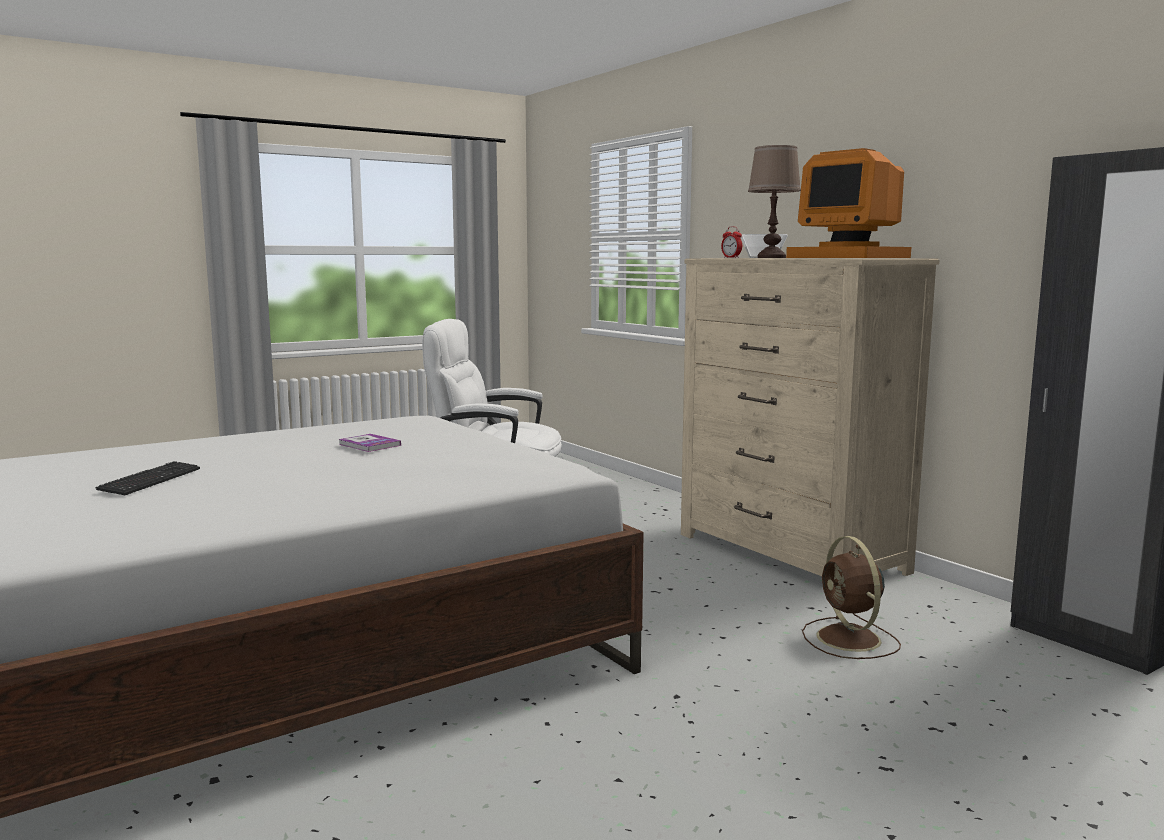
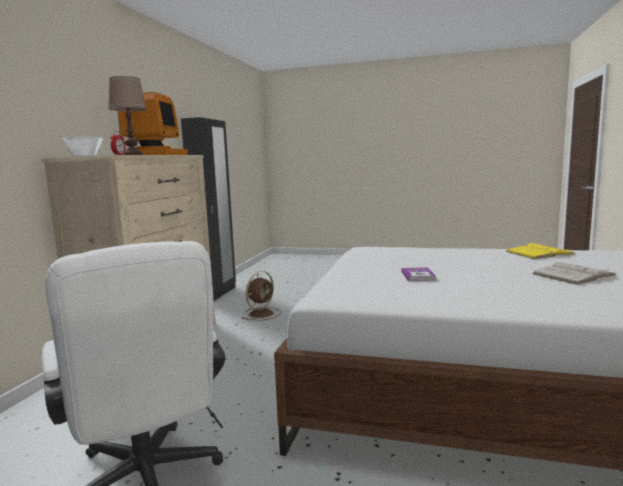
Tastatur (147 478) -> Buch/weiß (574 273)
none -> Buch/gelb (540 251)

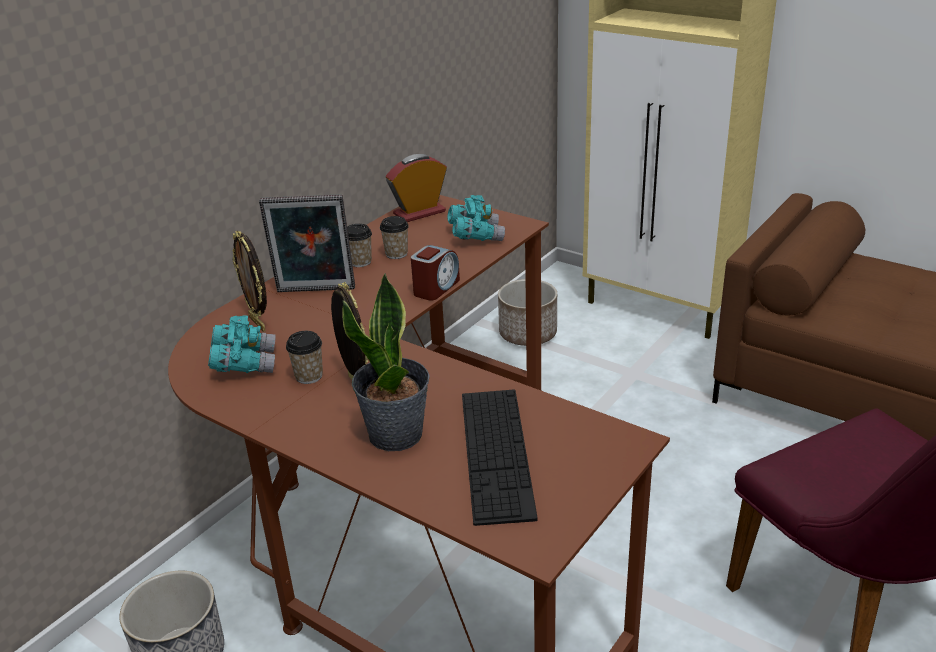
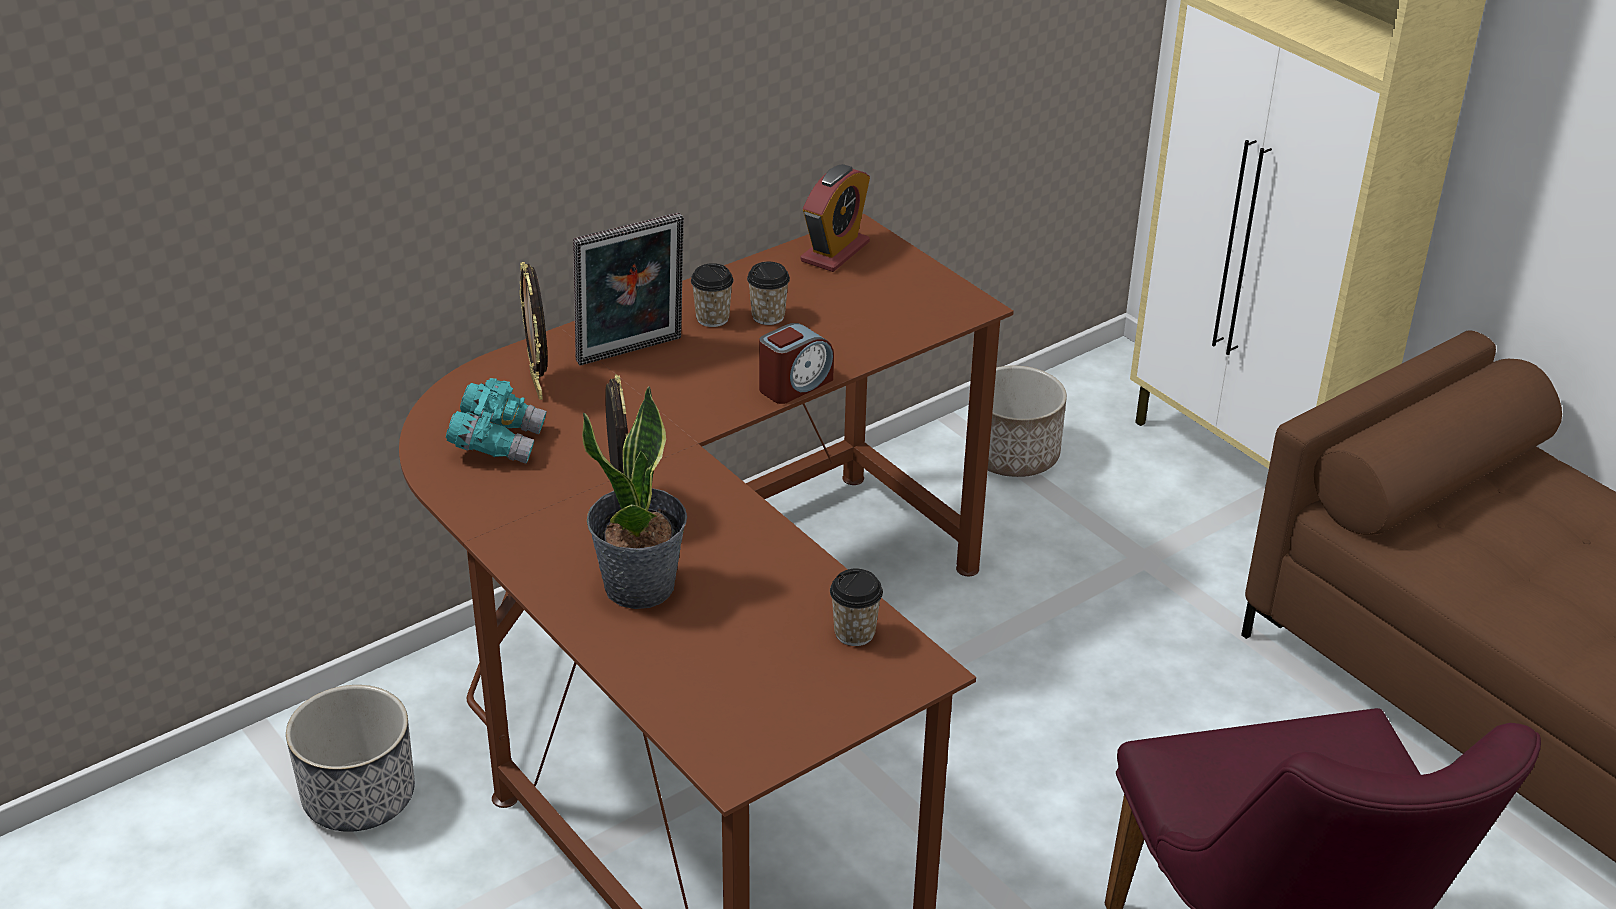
Wecker (416 188) -> Wecker (835 218), 135 degrees clockwise
Bilderrahmen (307 243) -> Bilderrahmen (628 288), 45 degrees counterclockwise
Fernglas/türkis (476 218) -> none
Tasse (304 357) -> Tasse (856 607), moved
Tastatur (500 457) -> none

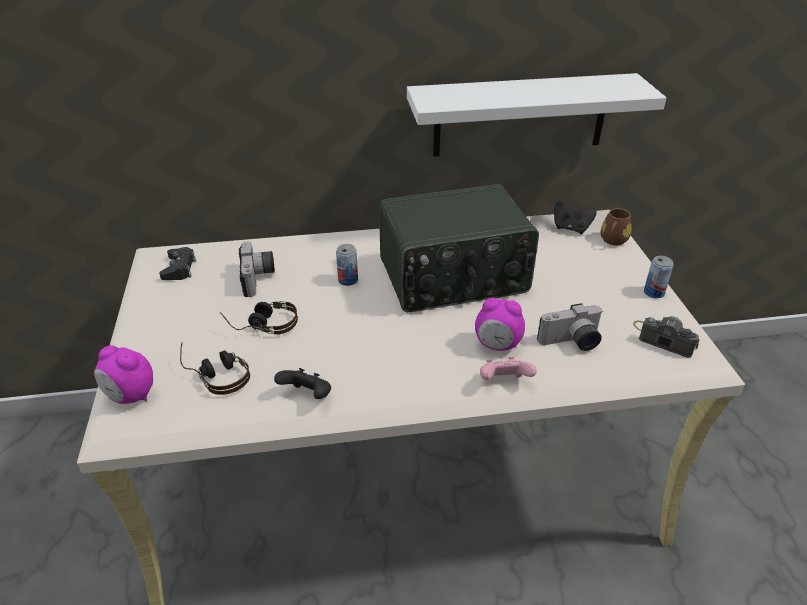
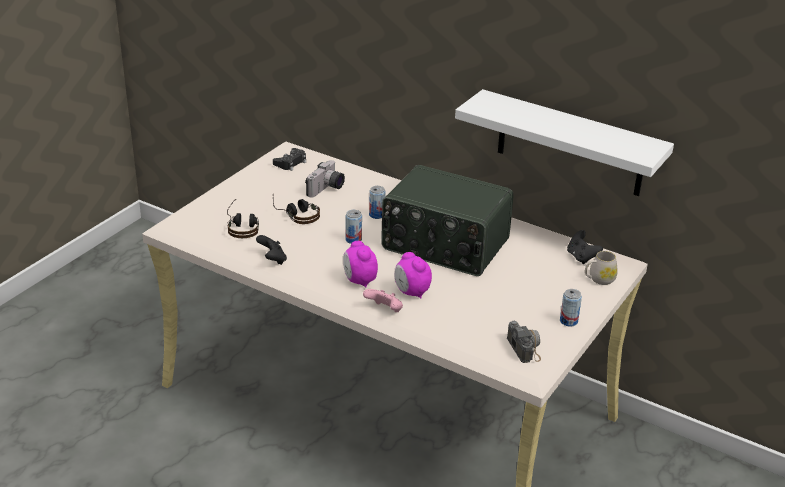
Henkelbecher/braun (616 226) -> Henkelbecher/weiß (601 268)
Kamera (570 327) -> none
Wecker (123 374) -> Wecker (360 264), moved
none -> Dose (354 227)

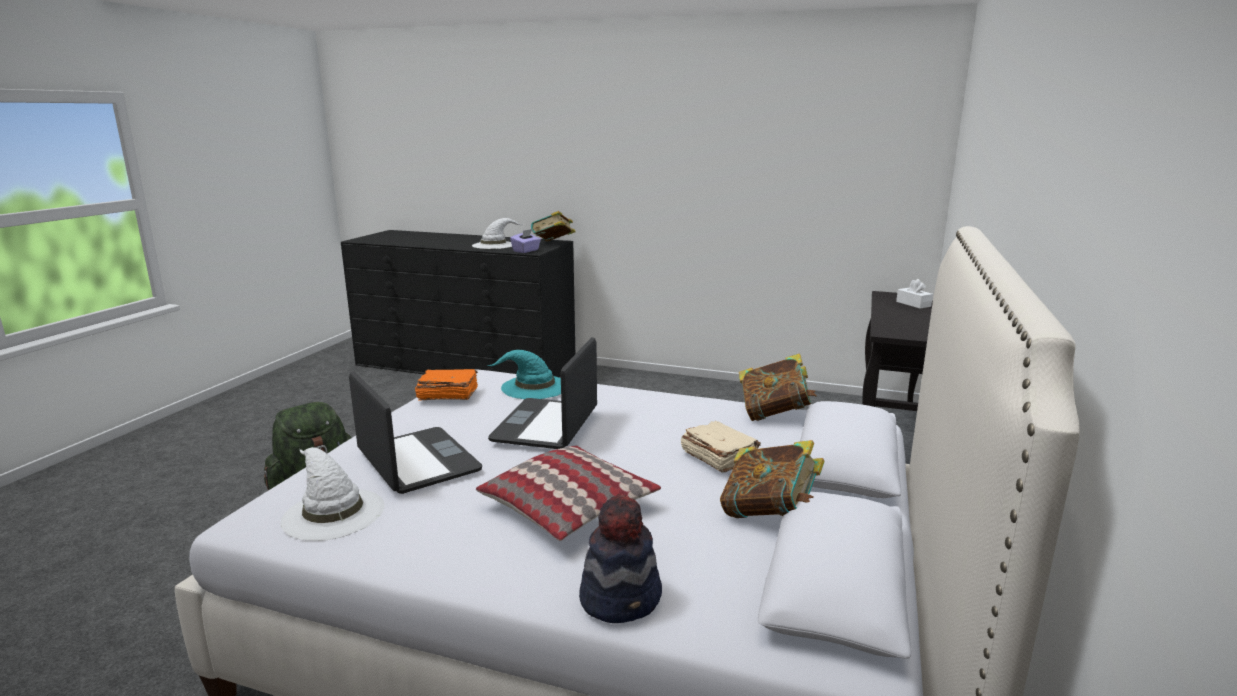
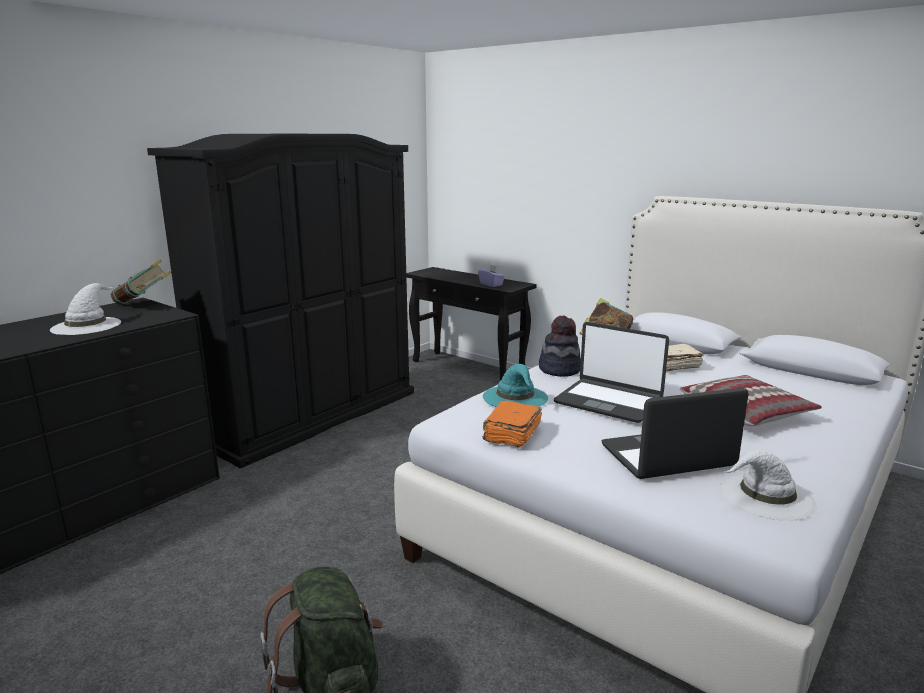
Taschentuchbox/lila (525 241) -> Taschentuchbox/lila (491 276), moved
Taschentuchbox/weiß (914 294) -> none
Buch (772 479) -> none
Hut (620 558) -> Hut (560 346), moved
none -> Kleiderschrank/schwarz (280 301)

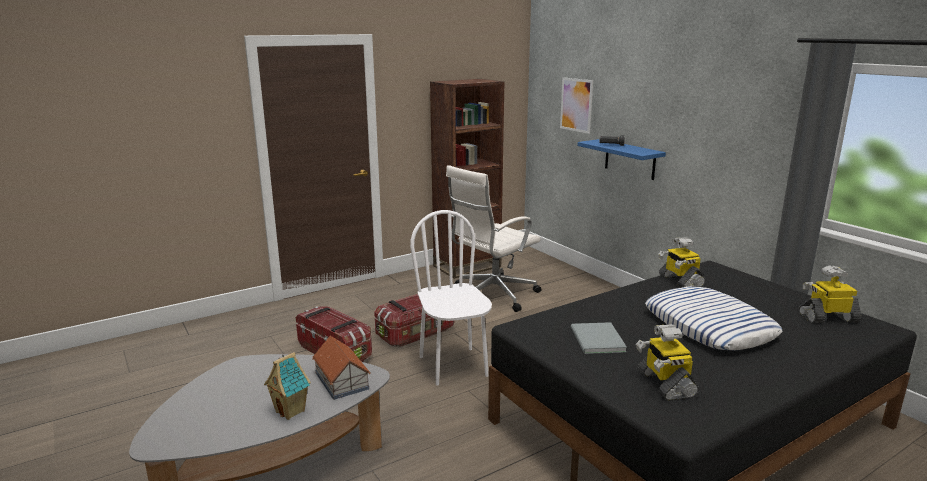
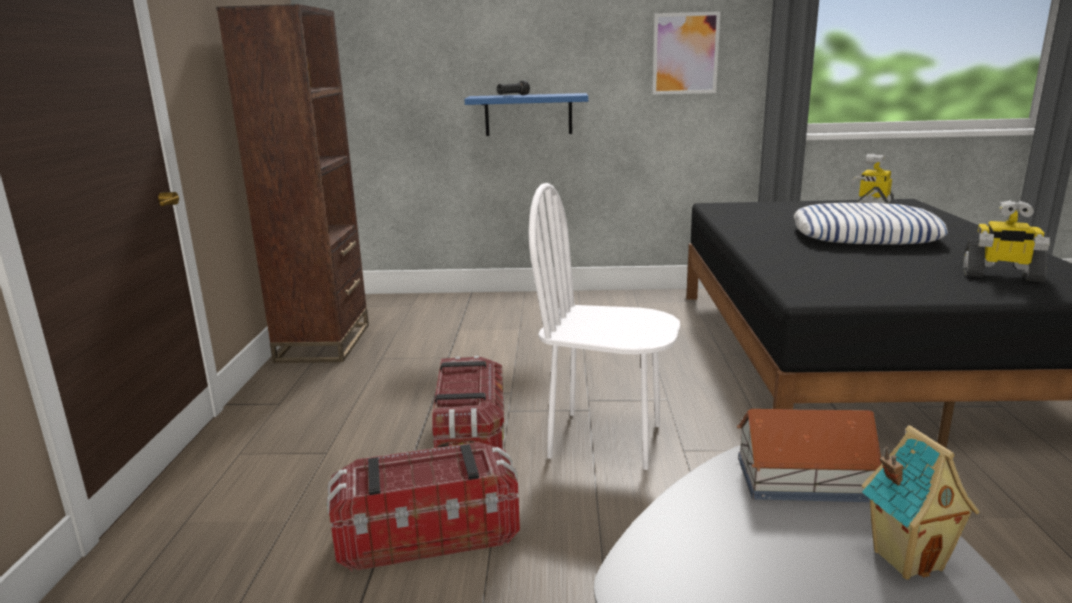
Bild (576 105) -> Bild (686 53), moved
Bürostuhl/weiß (494 238) -> none
Spielzeugroboter (682 262) -> none
Buch/grau (599 338) -> none

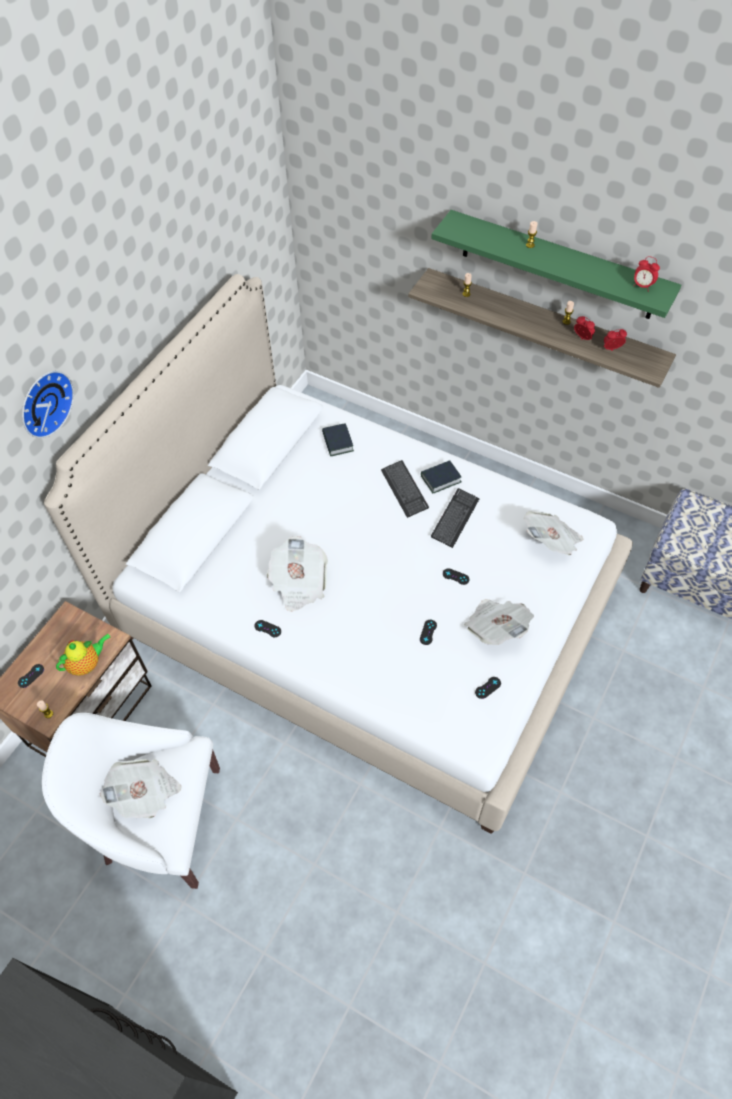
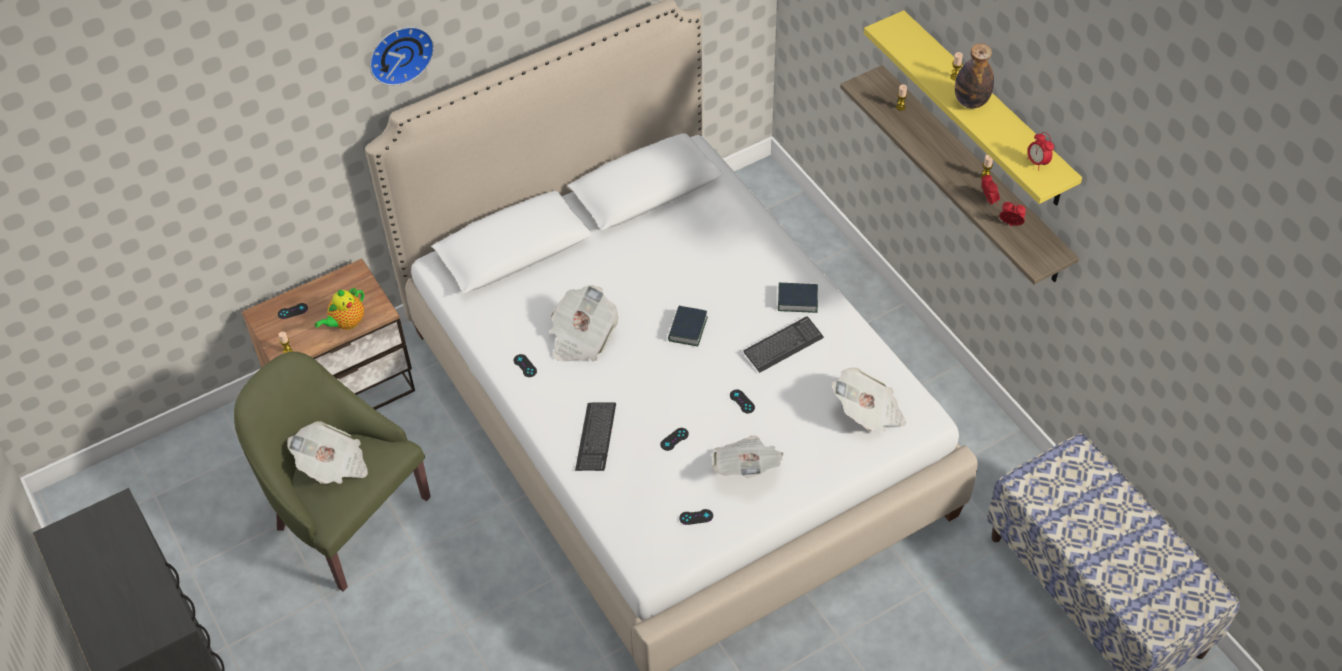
Wandregal/grün (556 264) -> Wandregal/gelb (973 108)
Buch (338 439) -> Buch (688 326), moved
Tastatur (405 489) -> Tastatur (595 437), moved
Teekanne (83 655) -> Teekanne (339 308), 135 degrees clockwise
Sessel/weiß (131 801) -> Sessel/grün (332 471)
none -> Flasche (974 76)

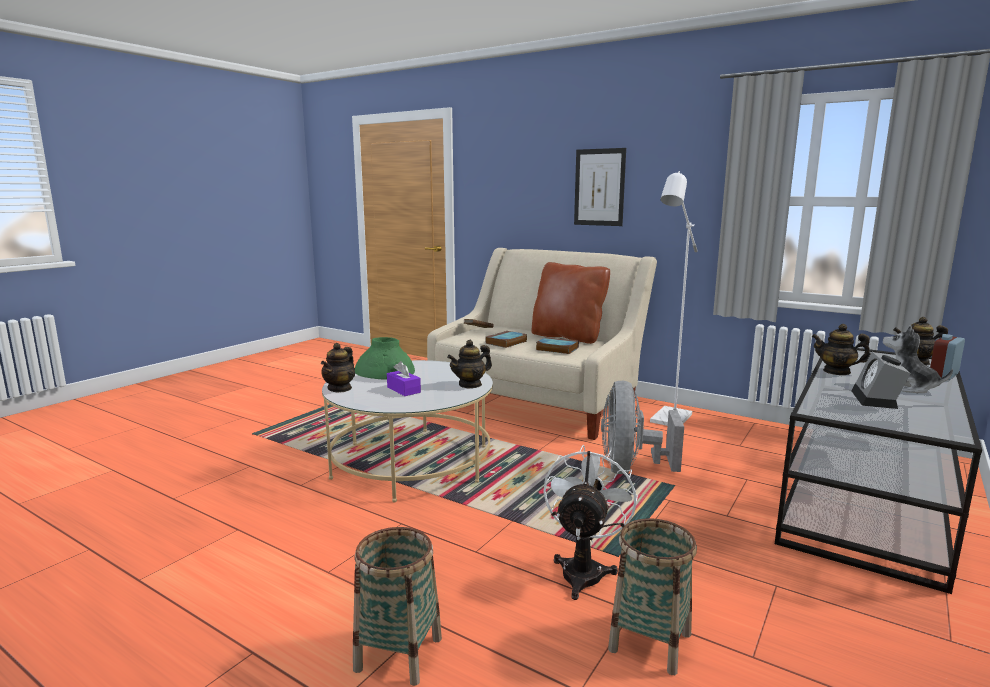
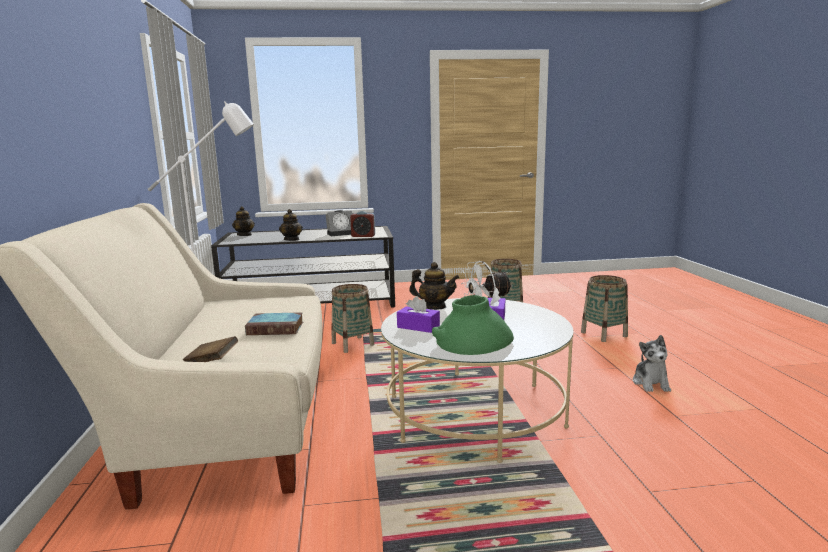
Bild (600 187) -> none
Kissen/braun (570 303) -> none
Plüschtier (918 359) -> Plüschtier (652 363), moved
Wecker (947 357) -> Wecker (362 224), moved
Buch (557 345) -> none
Teekanne (338 367) -> none
Ventilator/grau (642 427) -> Korb (353 318)
none -> Taschentuchbox/lila (418 314)

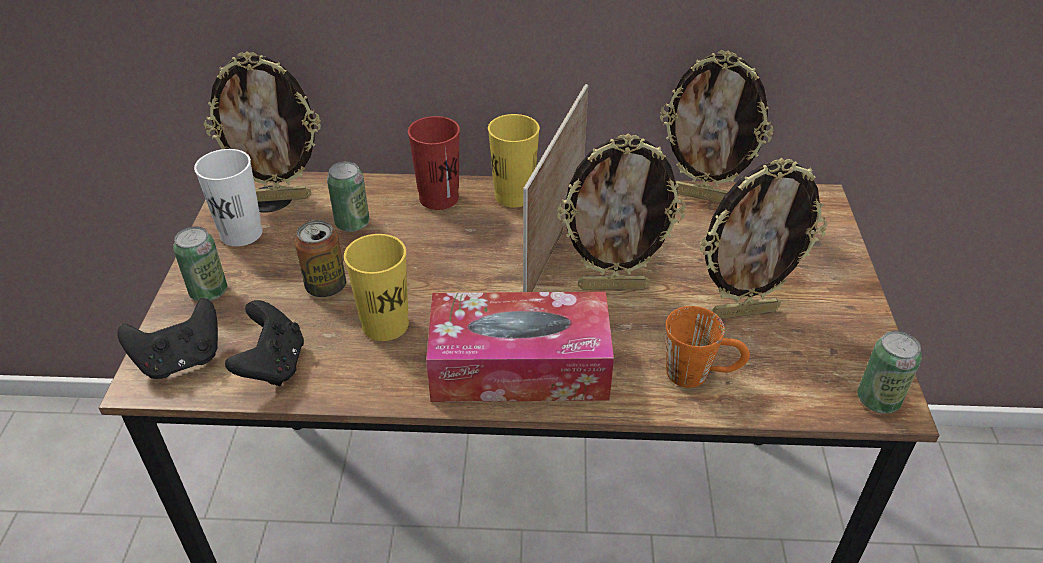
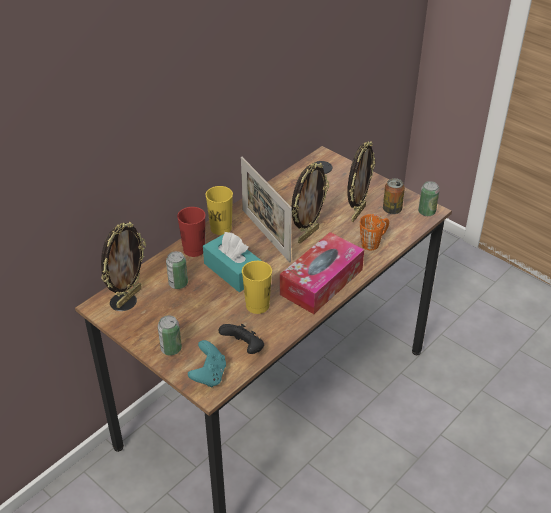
Bilderrahmen (716 126) -> none
Tasse/weiß (228 197) -> none
Dose (320 258) -> Dose (394 196), moved
Gamepad/schwarz (167 338) -> Gamepad/türkis (207 363)
none -> Taschentuchbox/türkis (232 262)

